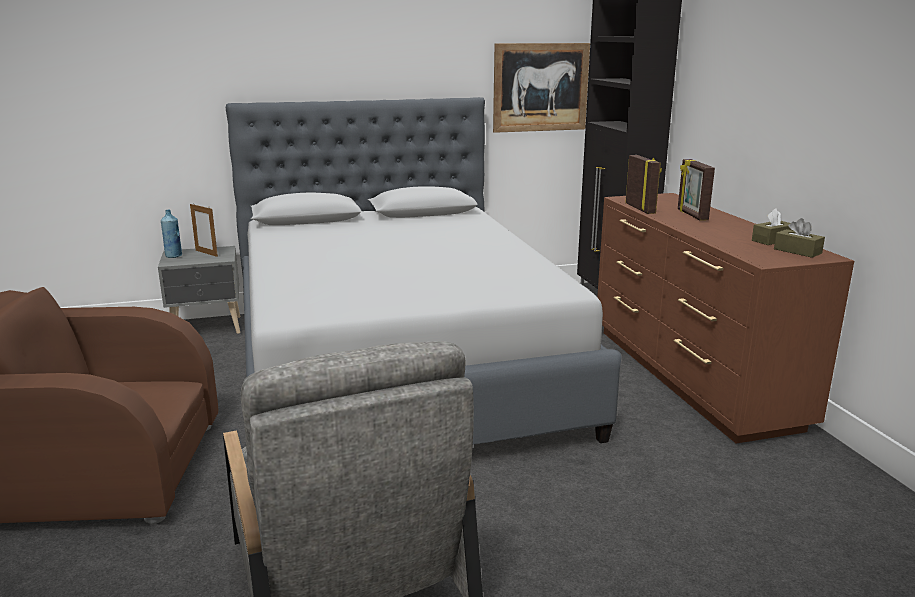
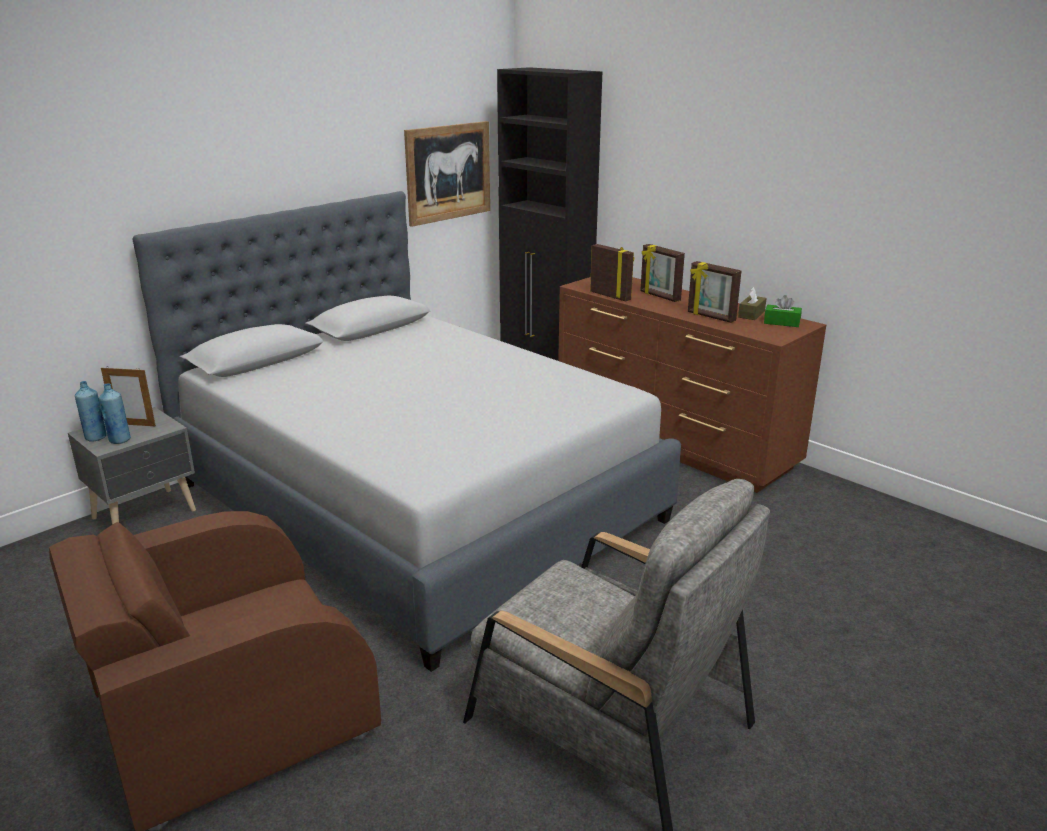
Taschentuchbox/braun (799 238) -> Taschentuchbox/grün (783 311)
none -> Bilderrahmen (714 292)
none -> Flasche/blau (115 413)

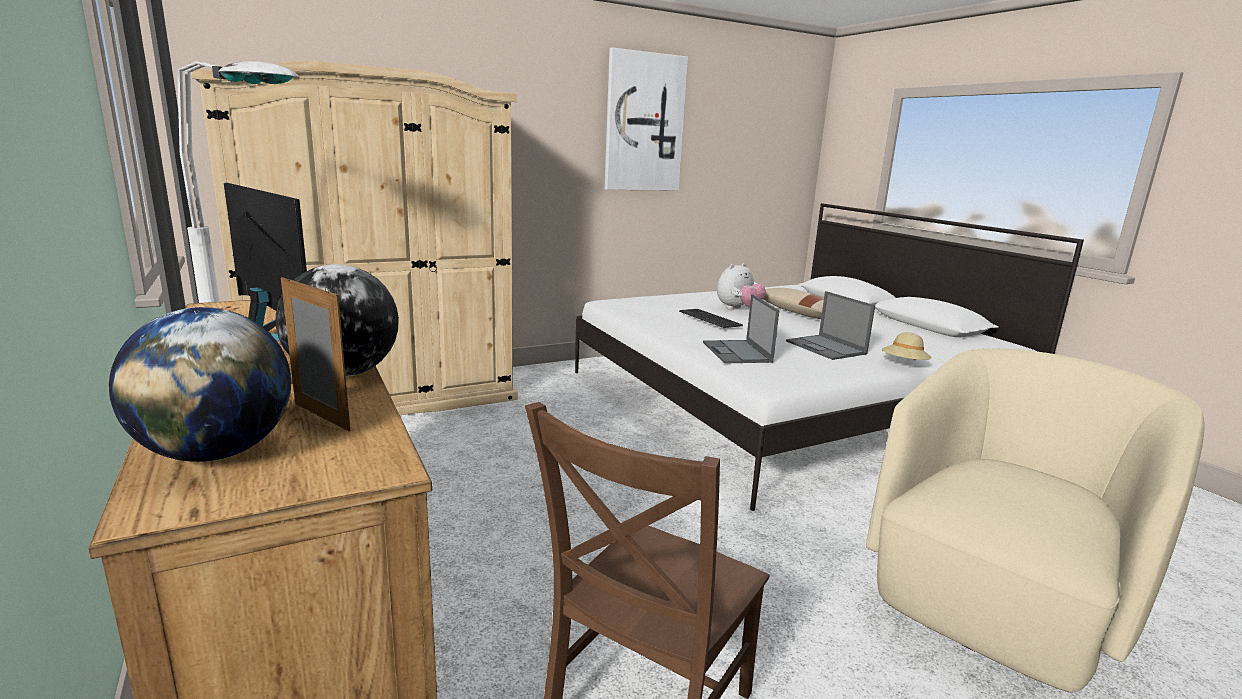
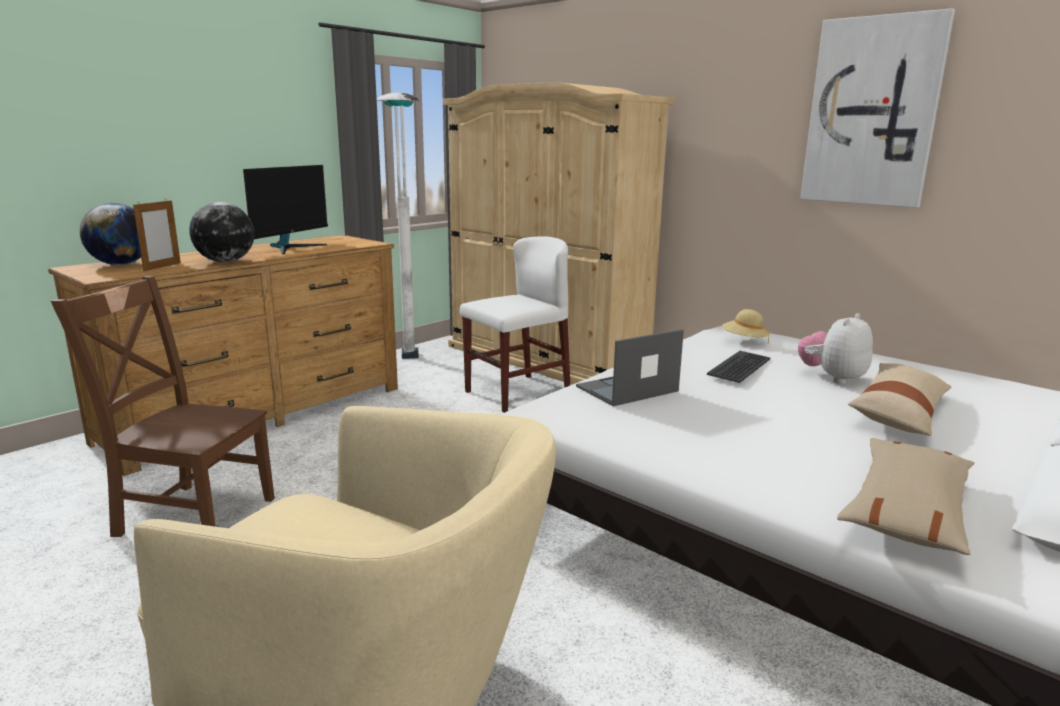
Plüschtier (741 286) -> Plüschtier (835 348), 105 degrees clockwise
Laptop (830 325) -> none
Hut/beige (906 346) -> Hut/beige (745 326), moved
none -> Stuhl/weiß (515 324)
none -> Kissen/beige (906 496)

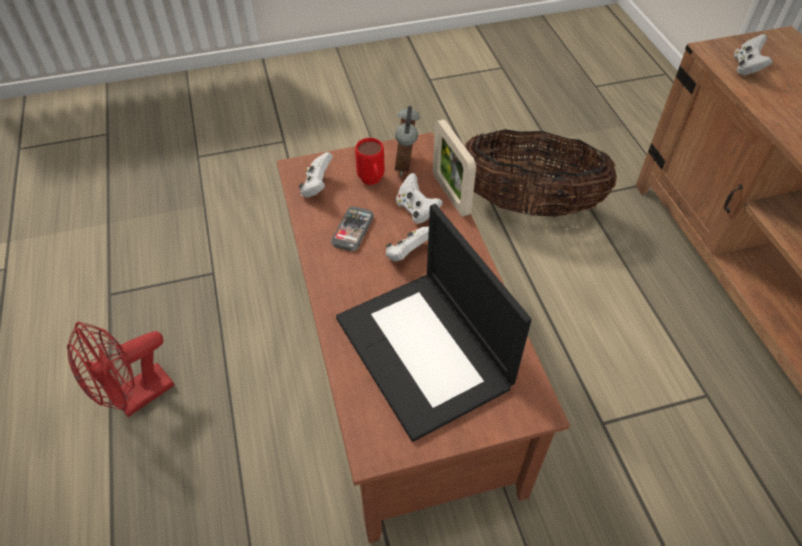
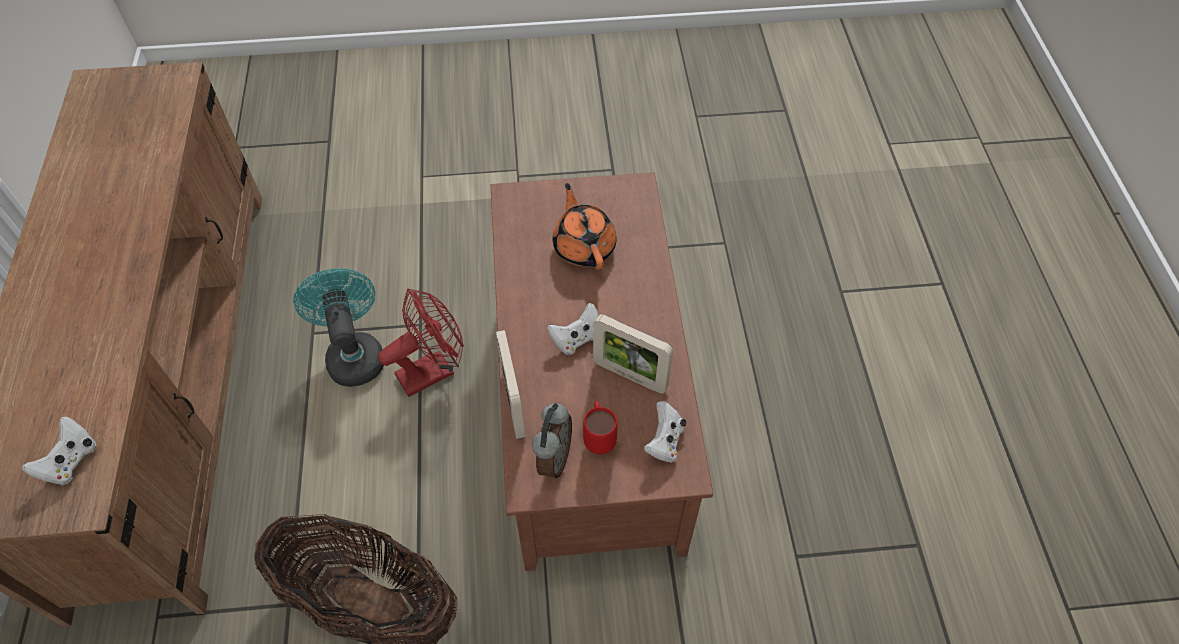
Gamepad/weiß (419 198) -> none
Laptop (434 323) -> Teekanne/orange (584 226)
Handy (352 228) -> Bilderrahmen (633 353)
Ventilator/rot (120 369) -> Ventilator/rot (421 342), moved
none -> Ventilator/türkis (338 327)

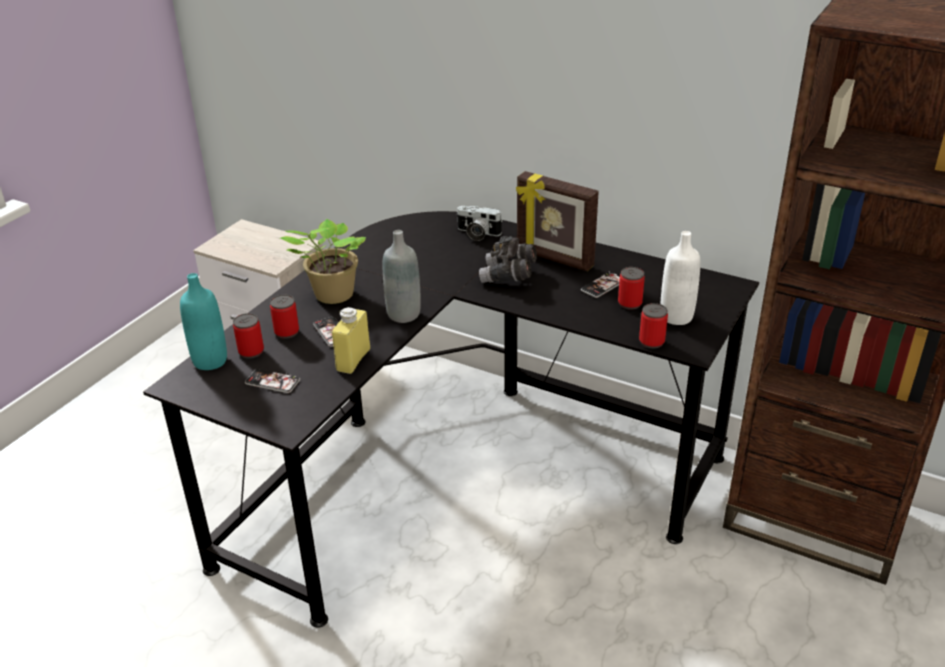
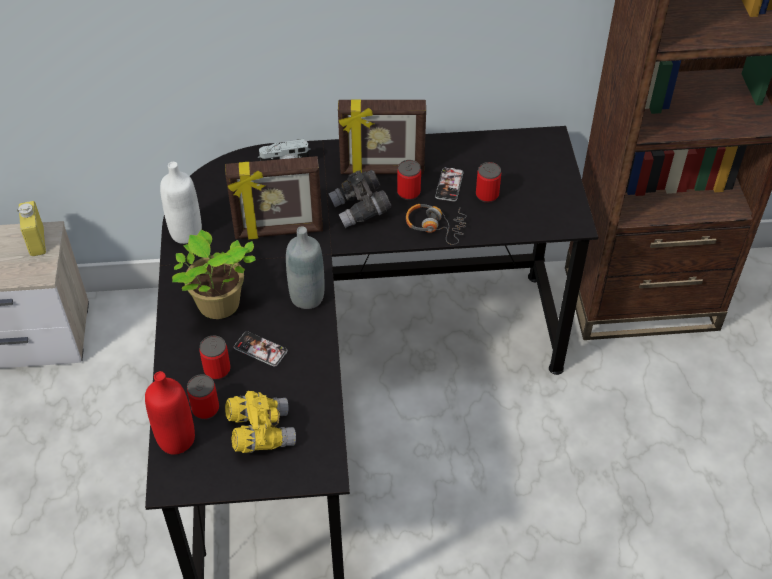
Flasche/weiß (681 278) -> Flasche/weiß (181 203), moved
Flasche/türkis (203 321) -> Flasche/rot (170 413)
Dose (653 325) -> Dose (409 180), moved
Flasche/gelb (351 340) -> Flasche/gelb (31 228), moved
Handy (272 381) -> Fernglas/gelb (260 422)
none -> Bilderrahmen (274 198)
none -> Kopfhörer (436 224)

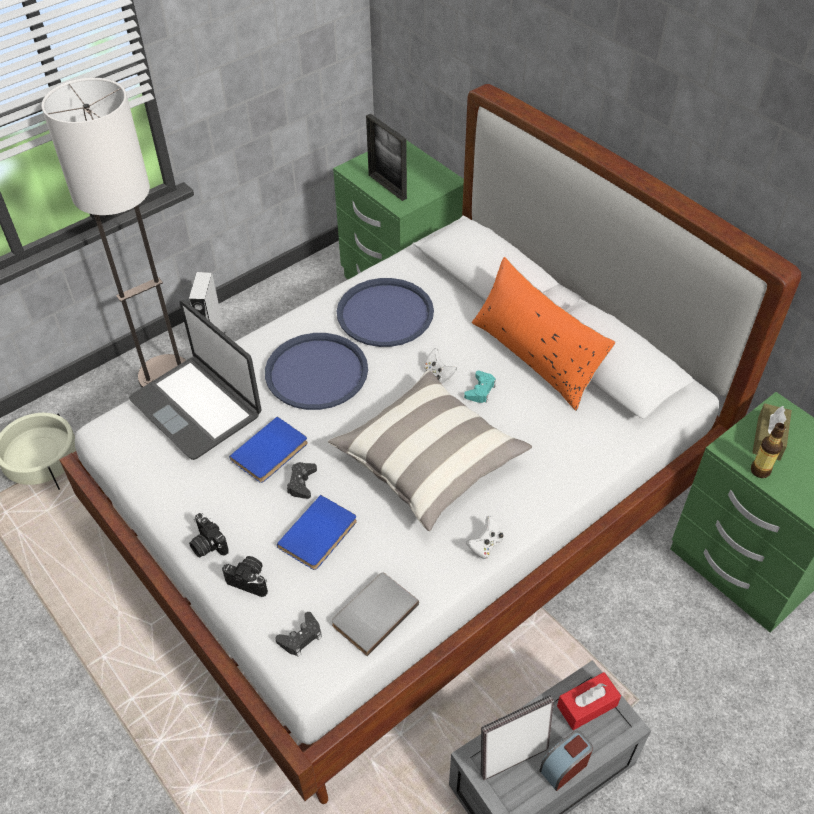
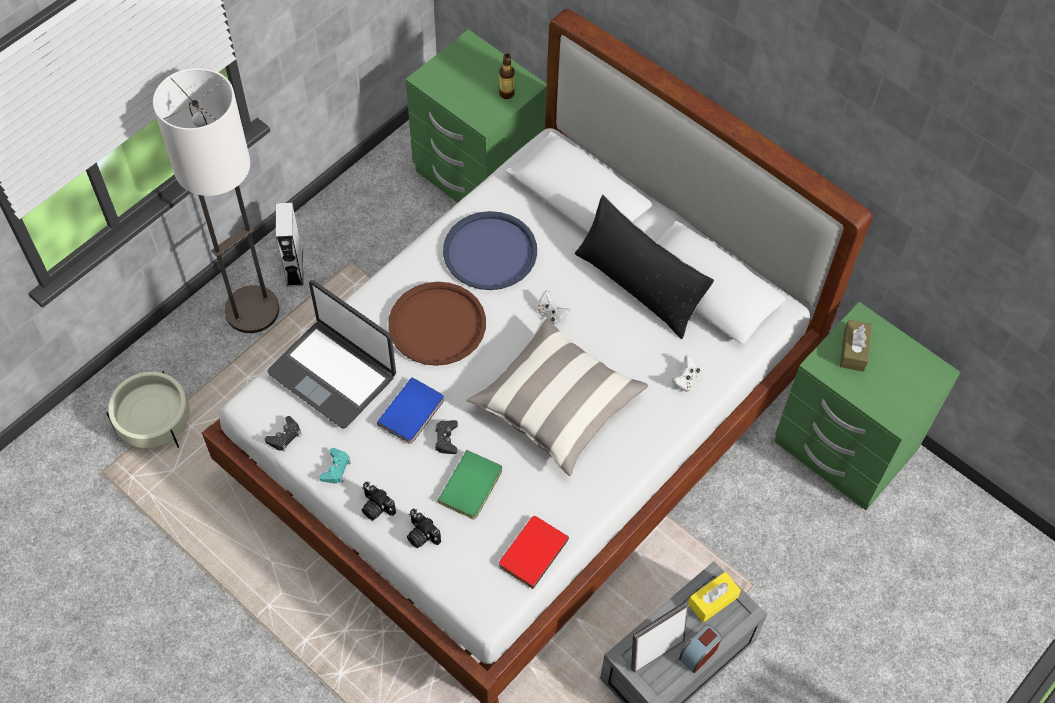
Bilderrahmen (386 157) -> none
Kissen/orange (544 334) -> Kissen/schwarz (644 267)
Tablett/blau (316 371) -> Tablett/braun (437 324)
Gamepad/türkis (480 387) -> Gamepad/türkis (335 466), moved
Flasche (768 450) -> Flasche (507 76), moved
Buch/blau (317 532) -> Buch/grün (470 484)
Gamepad/weiß (484 537) -> Gamepad/weiß (686 373), moved
Kamera (245 576) -> Kamera (424 528), 150 degrees counterclockwise
Buch/grau (375 614) -> Buch/rot (534 552)
Gamepad/schwarz (298 634) -> Gamepad/schwarz (283 434), moved
Taschentuchbox/rot (589 701) -> Taschentuchbox/gelb (714 597)

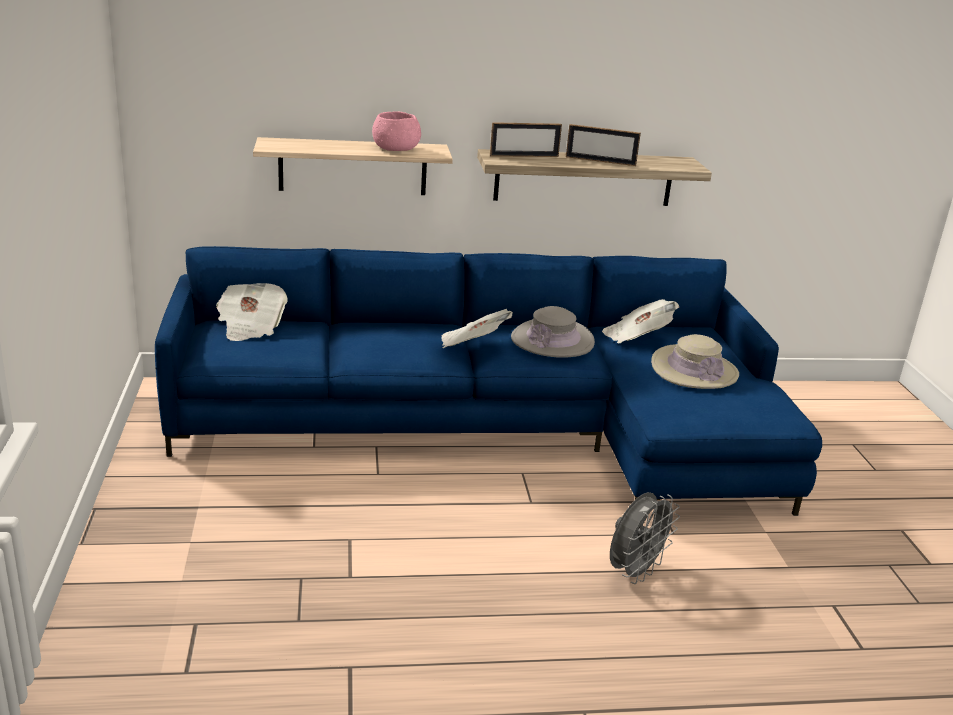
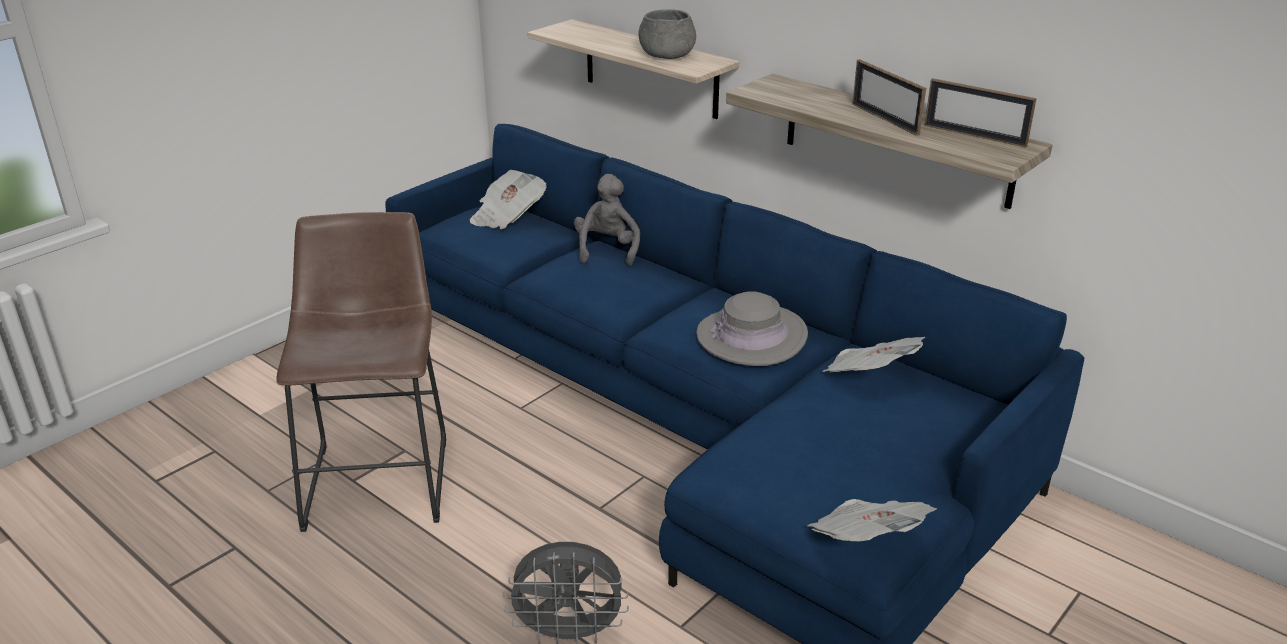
Schüssel/rosa (396 131) -> Schüssel/grau (667 34)
Bilderrahmen (526 139) -> Bilderrahmen (981 113), moved
Zeitung (477 328) -> Zeitung (872 520), moved
Hut/beige (695 361) -> none
none -> Plüschtier/grau (607 220)
none -> Hocker/braun (361 372)

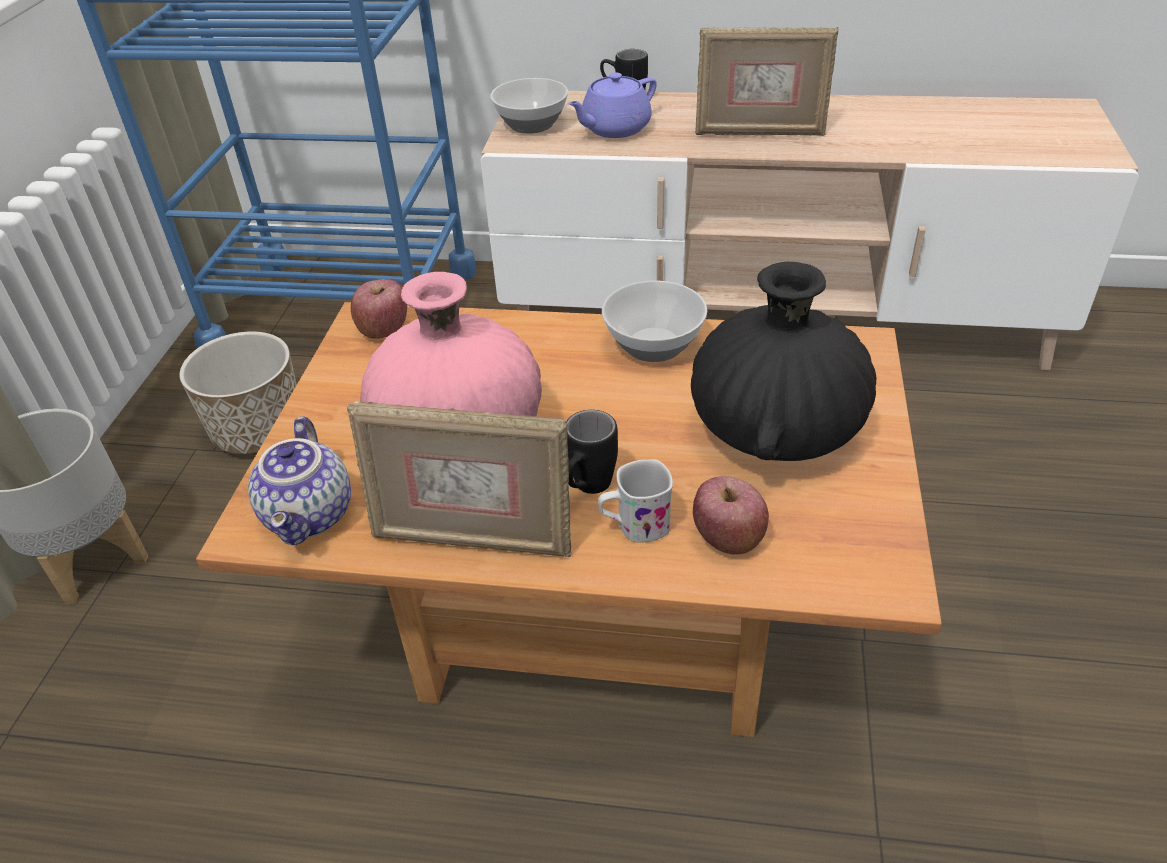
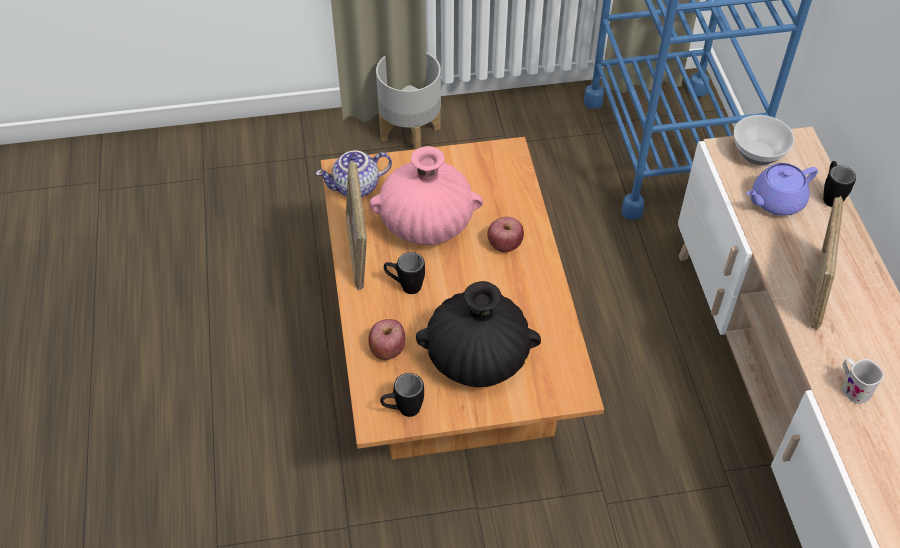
Bilderrahmen (766 81) -> Bilderrahmen (827 263), 150 degrees counterclockwise
Teekanne/lila (612 105) -> Teekanne/lila (782 189), 60 degrees counterclockwise
Apfel (379 309) -> Apfel (505 234), moved
Schüssel (654 321) -> none
Pflanzkübel (238 392) -> none
Henkelbecher/weiß (635 501) -> Henkelbecher/weiß (863 381), moved
none -> Henkelbecher/schwarz (402 395)

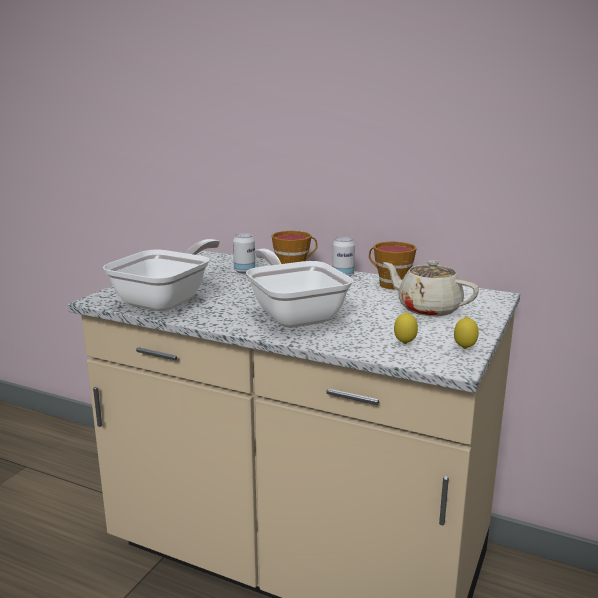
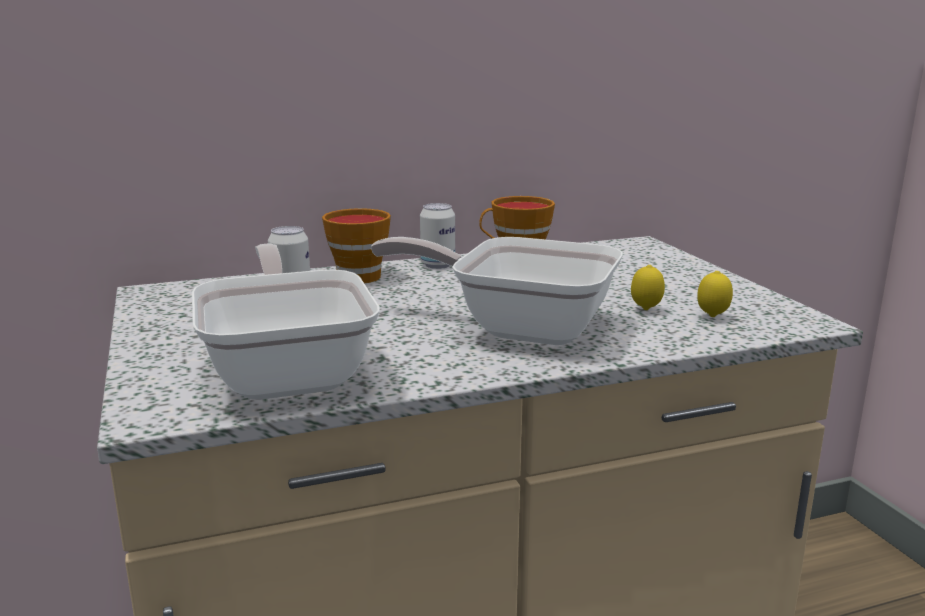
Teekanne/beige (431 288) -> none
Zitrone (466 333) -> Zitrone (648 287), moved

